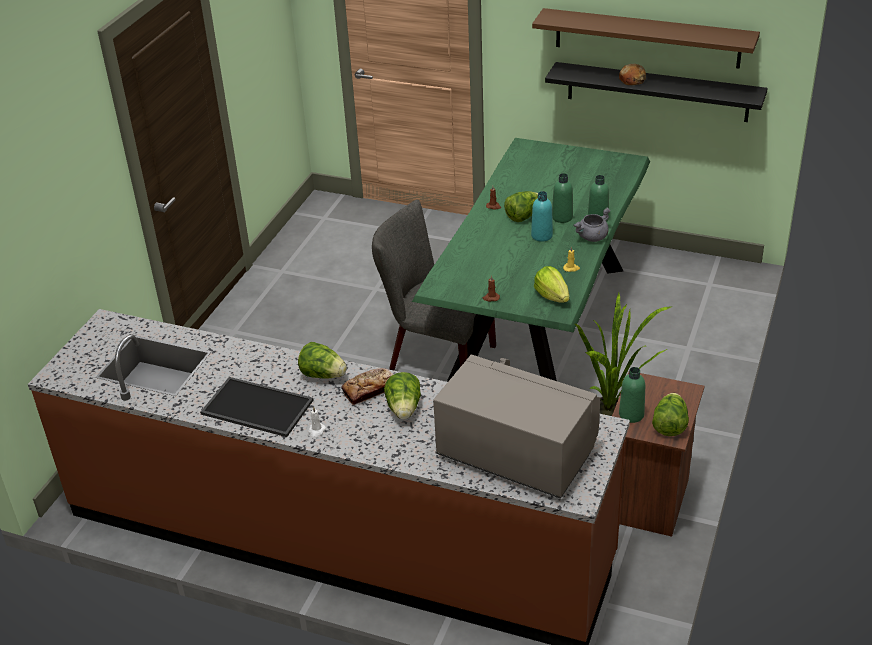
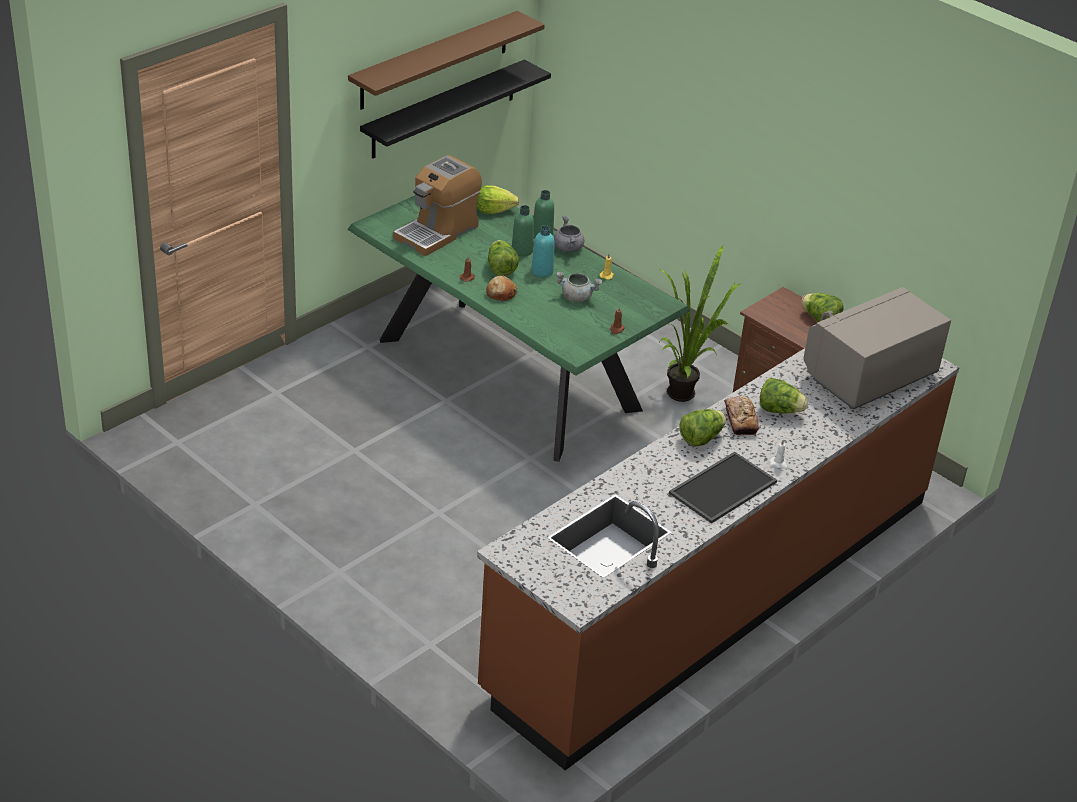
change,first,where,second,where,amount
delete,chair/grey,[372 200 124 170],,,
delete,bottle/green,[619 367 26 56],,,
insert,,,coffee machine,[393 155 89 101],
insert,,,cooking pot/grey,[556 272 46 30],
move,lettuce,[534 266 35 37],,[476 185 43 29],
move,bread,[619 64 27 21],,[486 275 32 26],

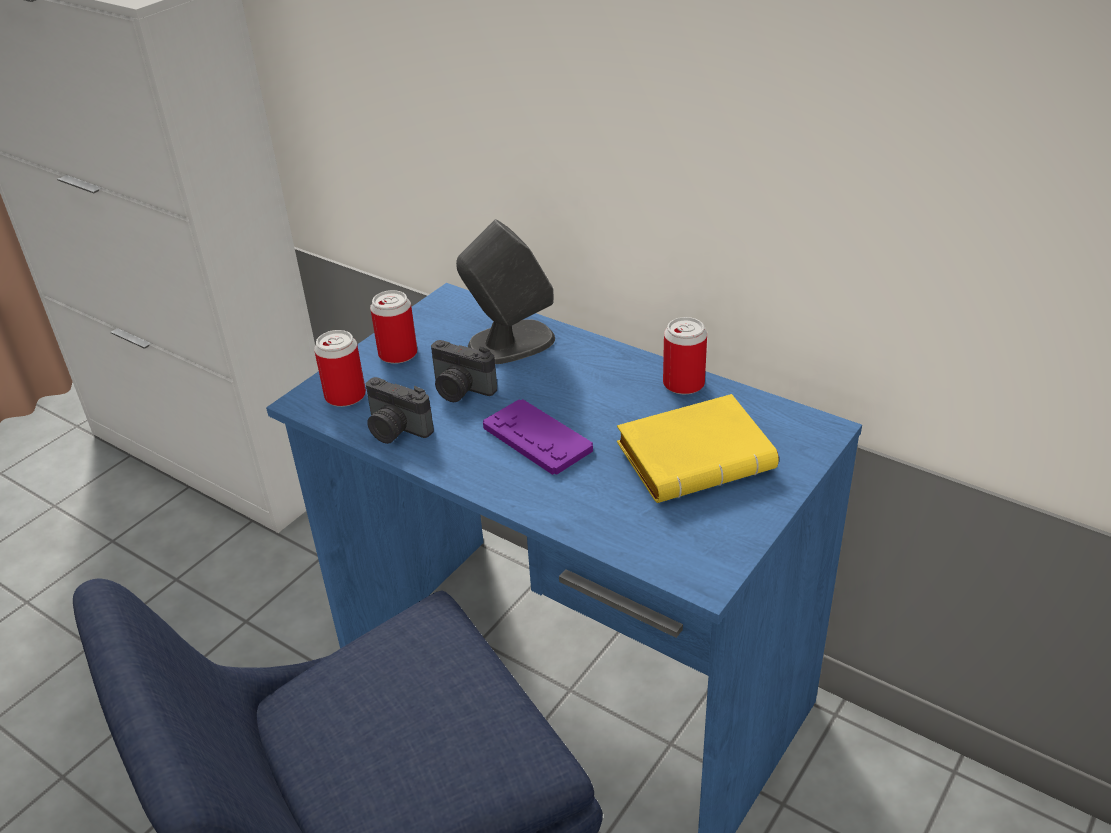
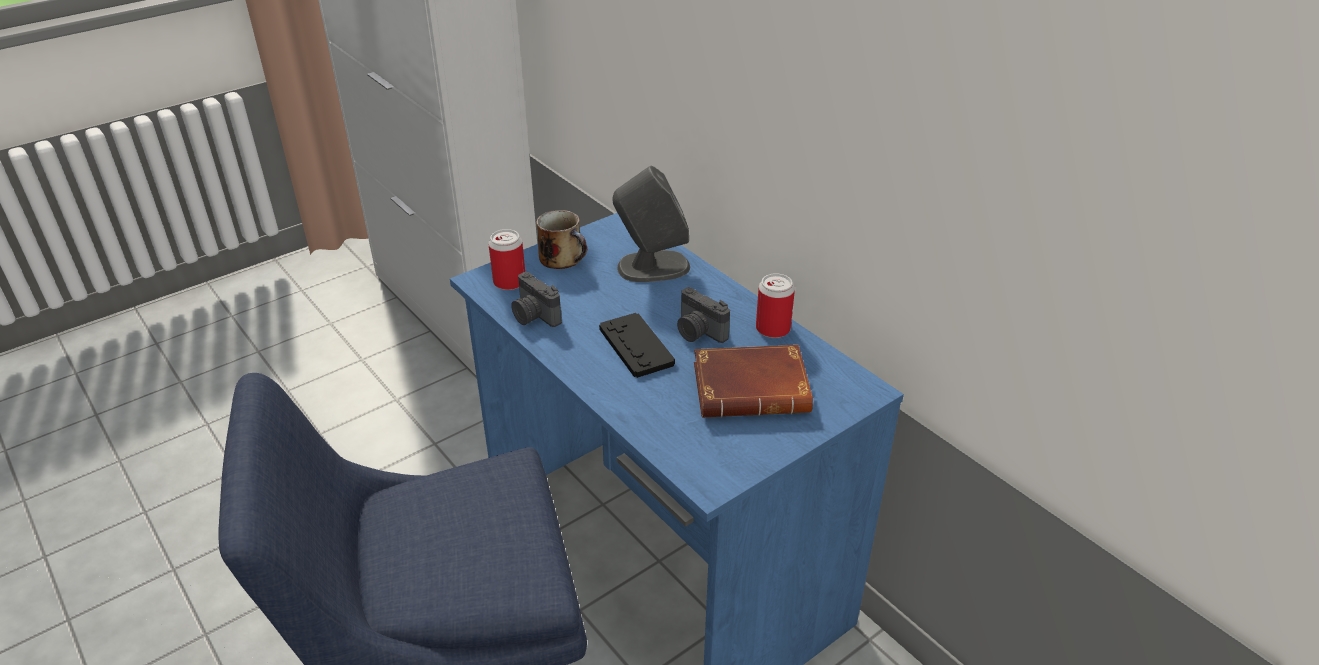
change,first,where,second,where,amount
move,photo camera,[431 340 66 62],,[677 287 53 56],
replace,can,[370 290 47 74],mug,[536 210 51 59],
recolor,game controller/purple,[483 399 110 76],game controller/black,[599 313 76 65],
recolor,book/yellow,[617 394 162 109],book/brown,[694 345 119 73],

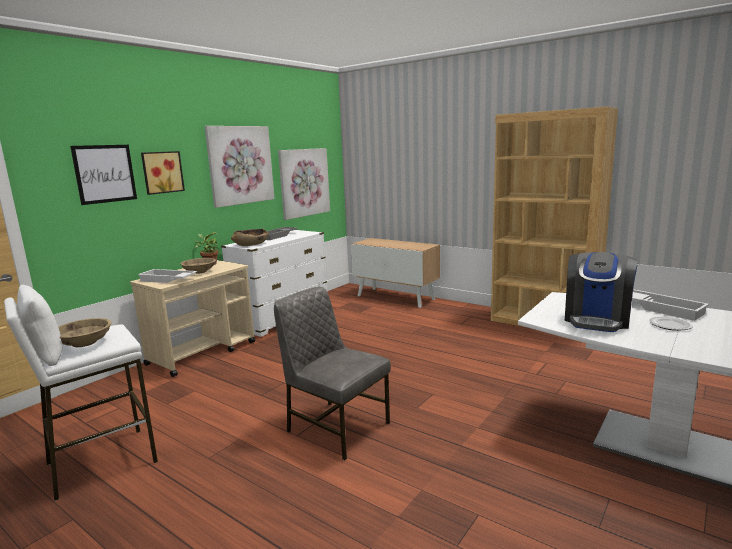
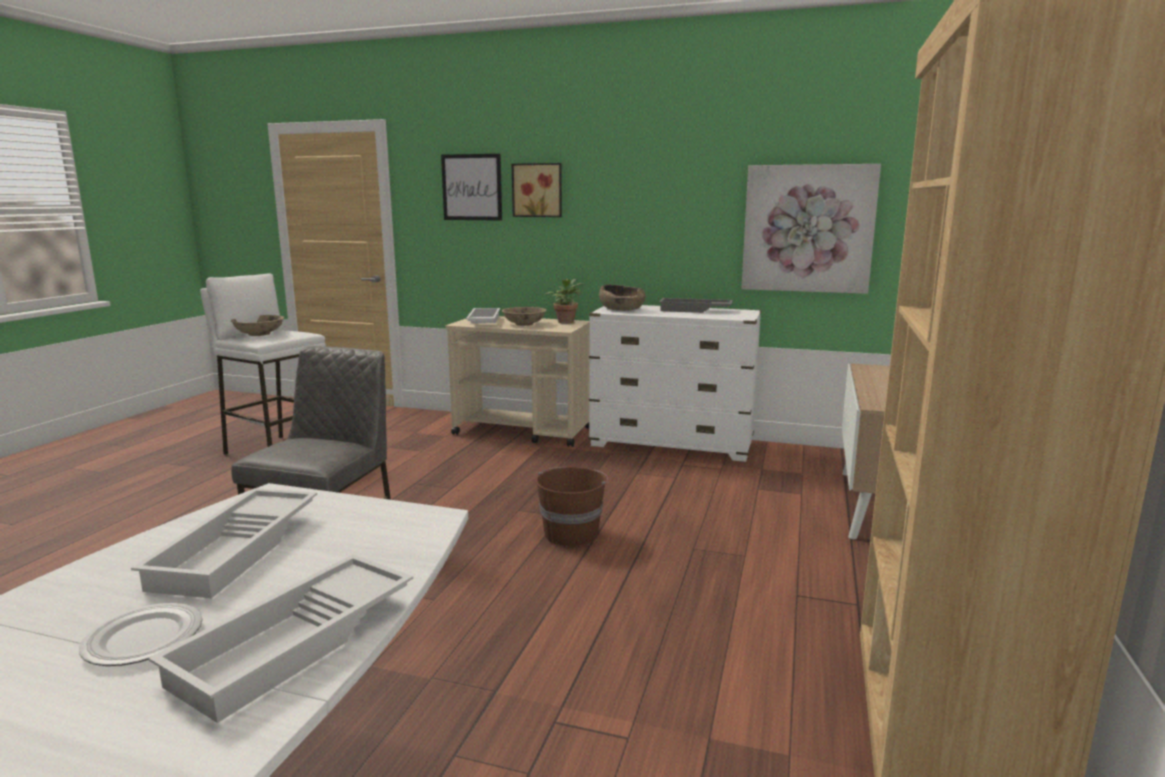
change,first,where,second,where,amount
delete,picture,[204 126 71 82],,,
insert,,,bucket/brown,[536 467 73 80],
replace,coffee machine,[565 252 73 80],tray/white,[131 488 186 110],

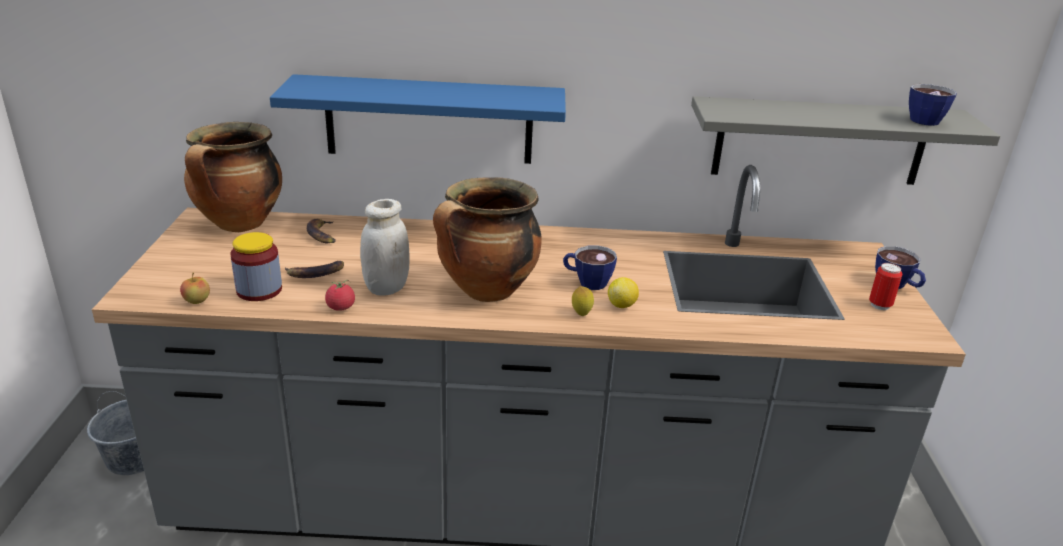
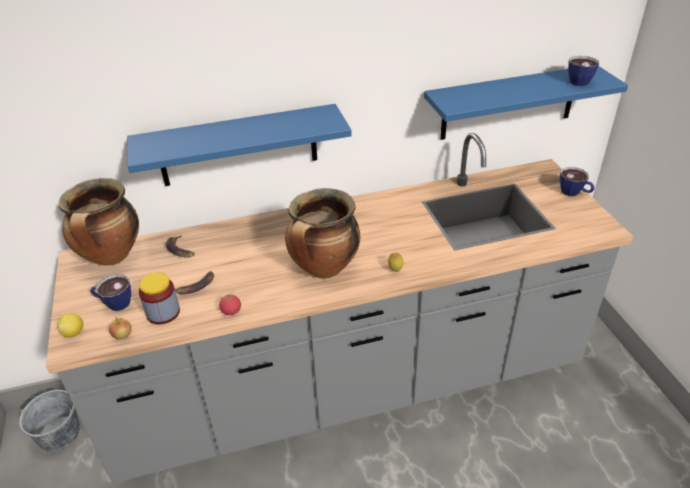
change,first,where,second,where,amount
delete,jar/white,[360 199 49 96],,,
delete,can,[869 263 34 47],,,
move,cup,[563 245 54 45],,[90 274 41 37],
move,lemon,[608 277 31 31],,[57 313 26 25],
recolor,shelf/grey,[691 96 309 89],shelf/blue,[424 66 204 74],

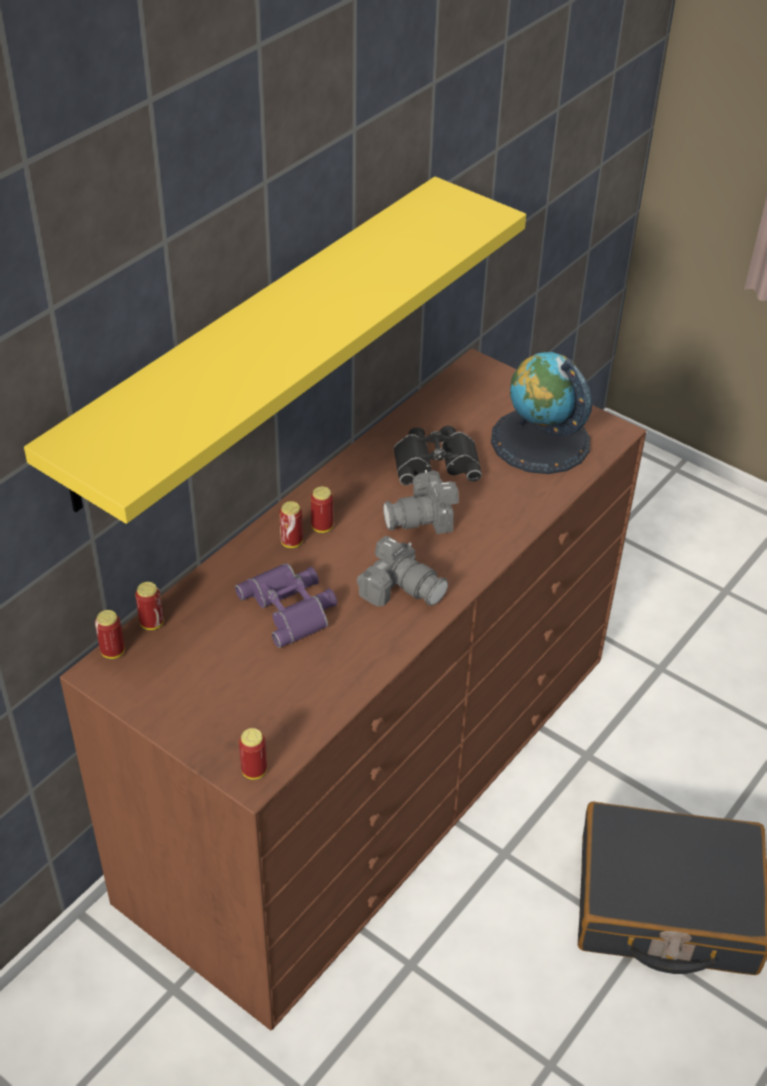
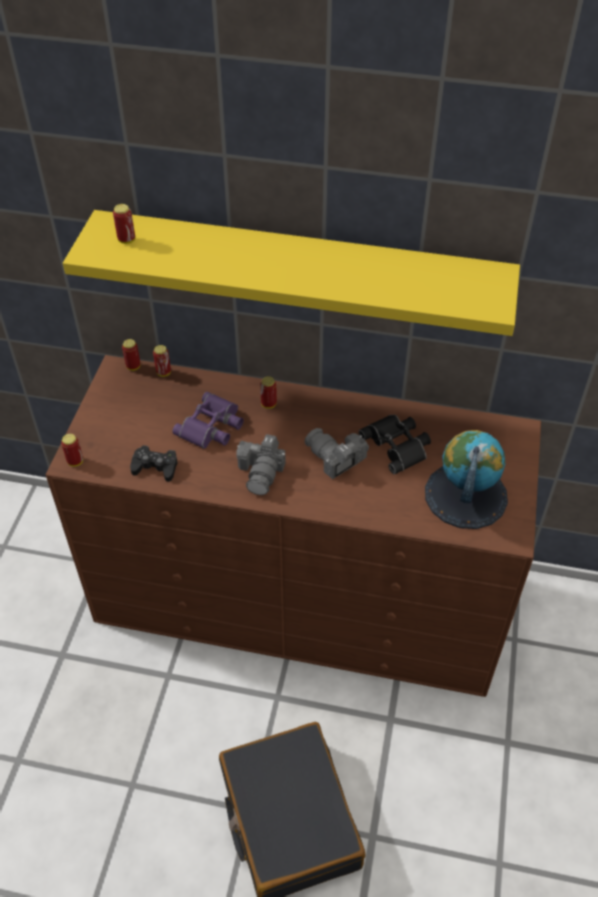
change,first,where,second,where,amount
insert,,,game controller/black,[130 445 48 37],
move,can,[311 486 22 47],,[113 204 22 40],

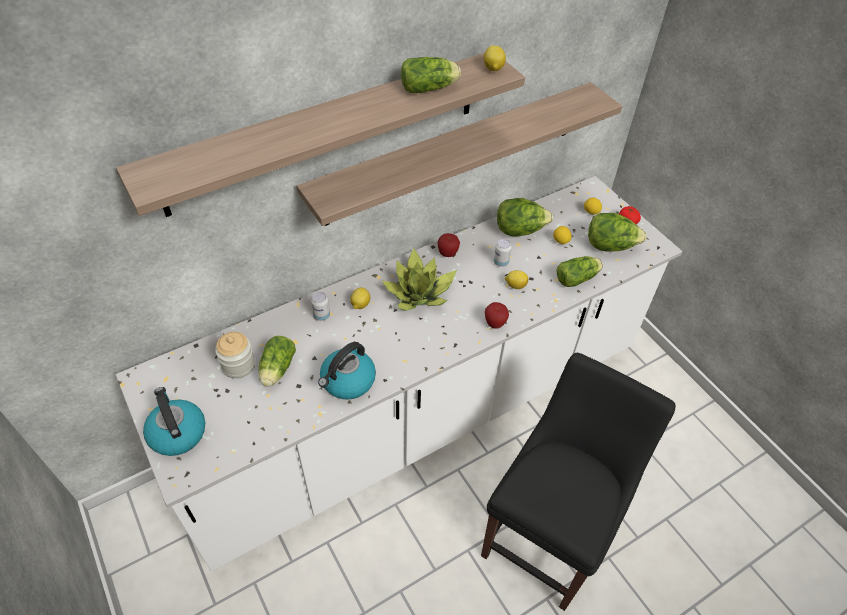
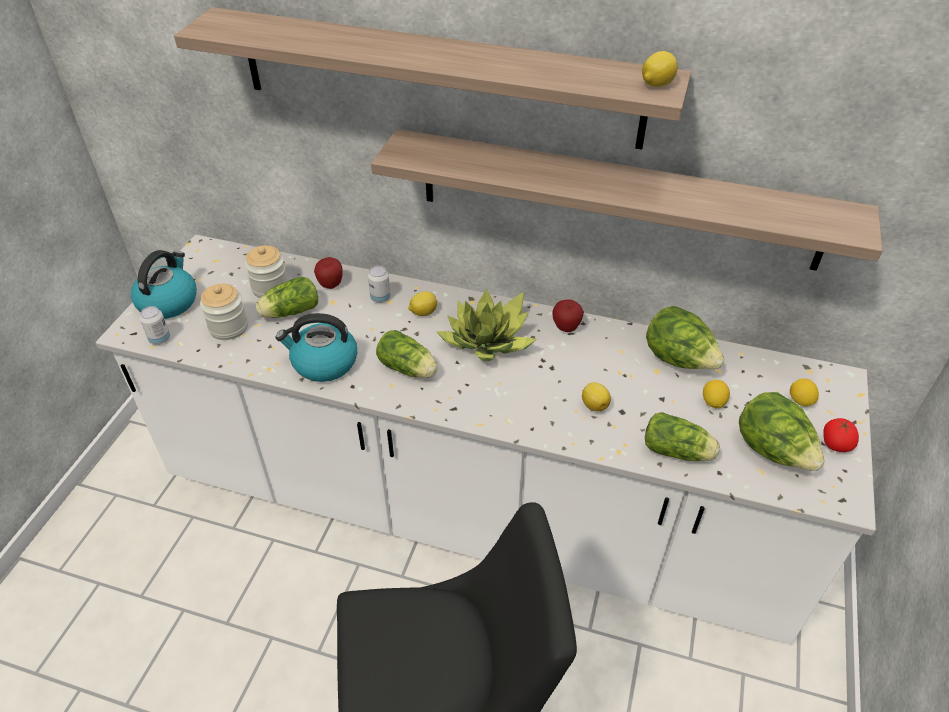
change,first,where,second,where,amount
insert,,,jar,[200 284 48 56],
move,lettuce,[401 57 60 36],,[376 330 62 48],
move,apple,[485 302 24 27],,[314 257 29 32],
move,can,[494 239 18 28],,[140 306 30 39],

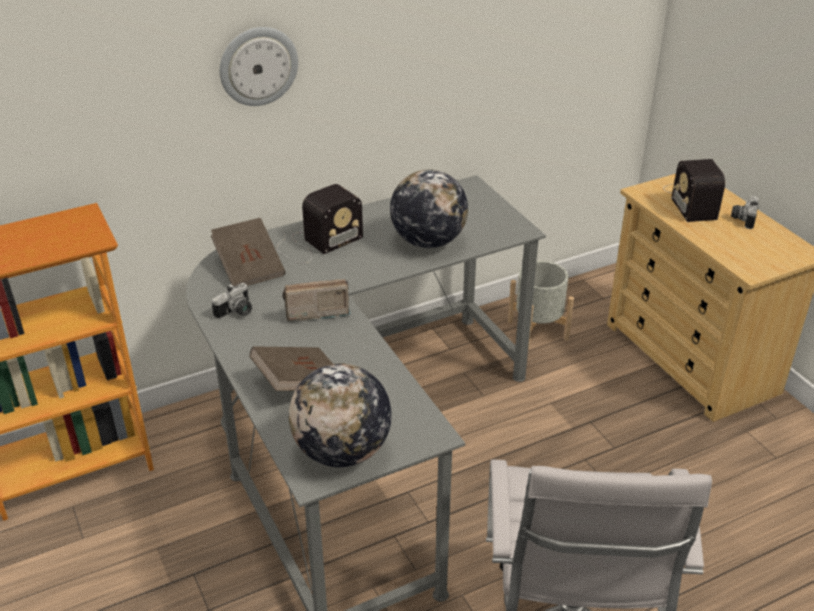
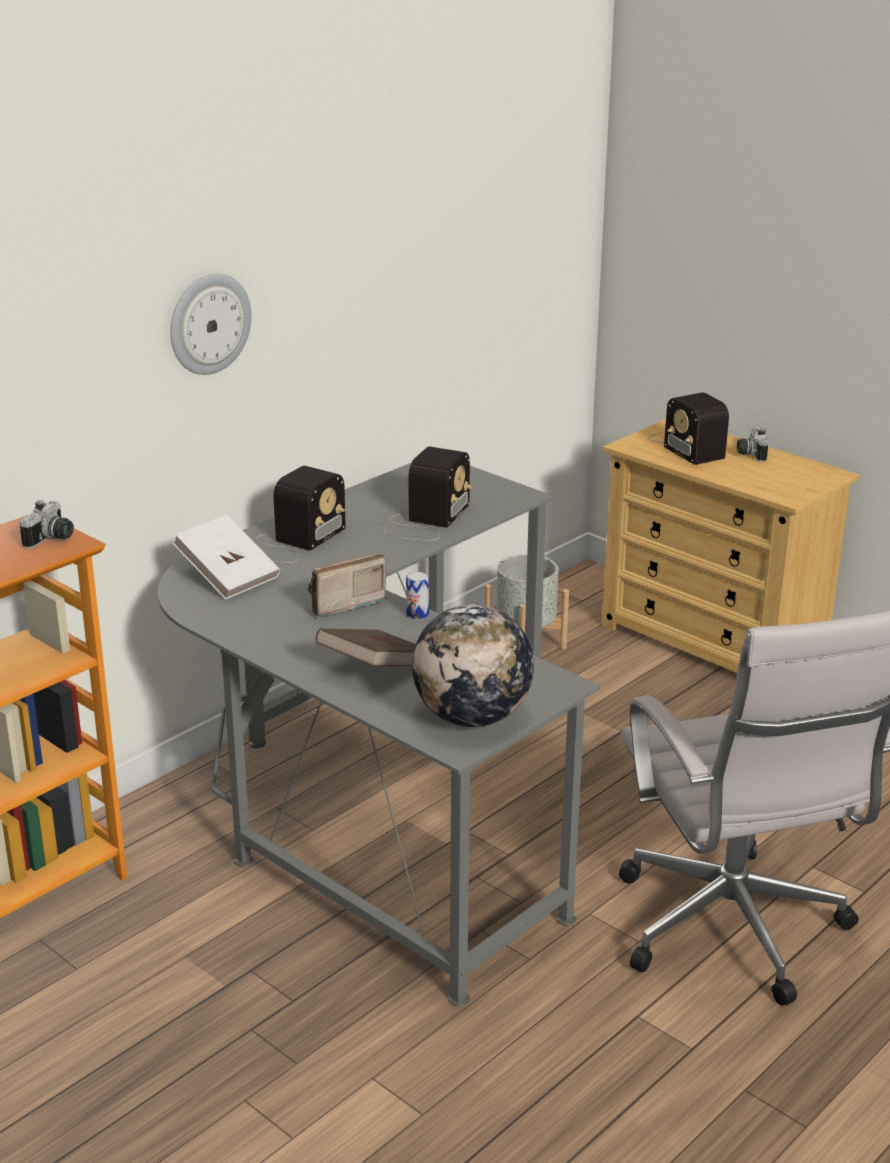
change,first,where,second,where,amount
insert,,,can,[406 572 23 48],
move,photo camera,[212 283 40 36],,[20 500 54 49],
replace,globe,[390 169 78 79],radio,[374 446 98 95],
recolor,book/brown,[211 218 75 69],book/white,[173 515 107 85],

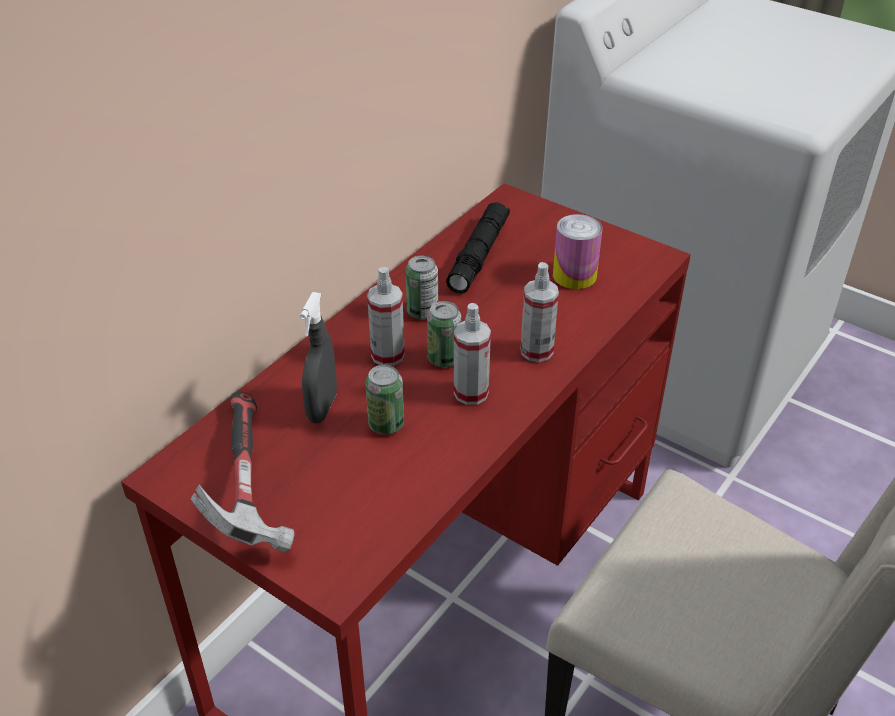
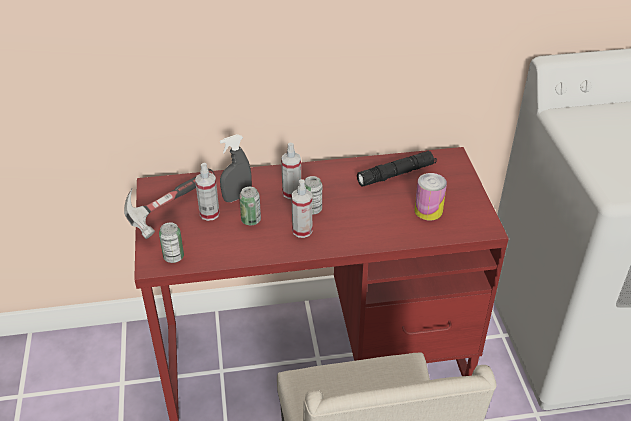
change,first,where,second,where,amount
move,can,[405 256 33 63],,[159 222 25 41],
move,spray bottle,[521 262 38 100],,[195 163 25 58],

